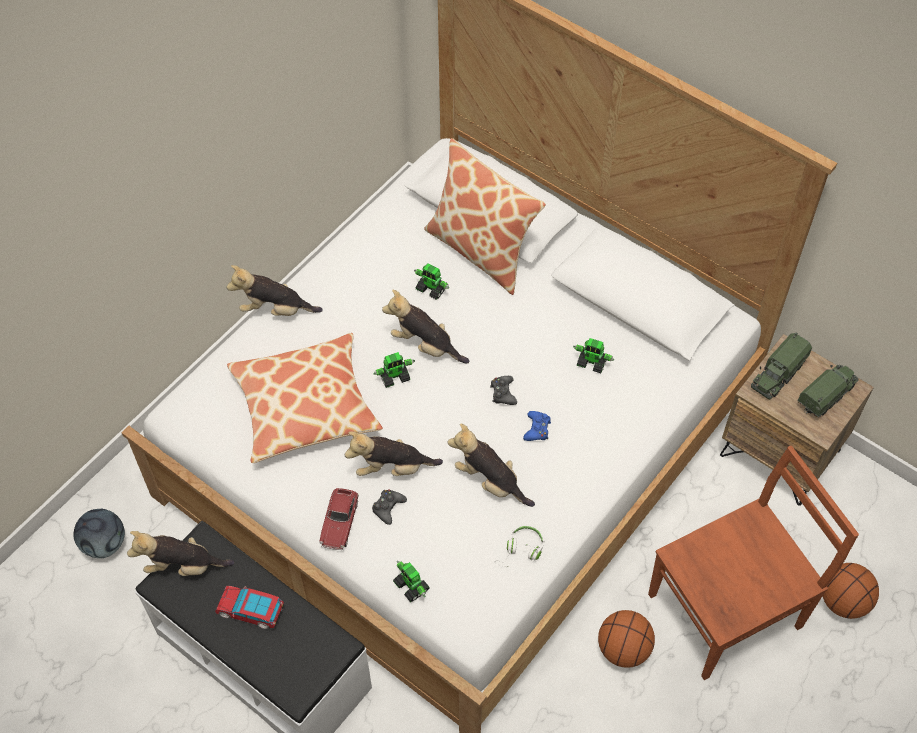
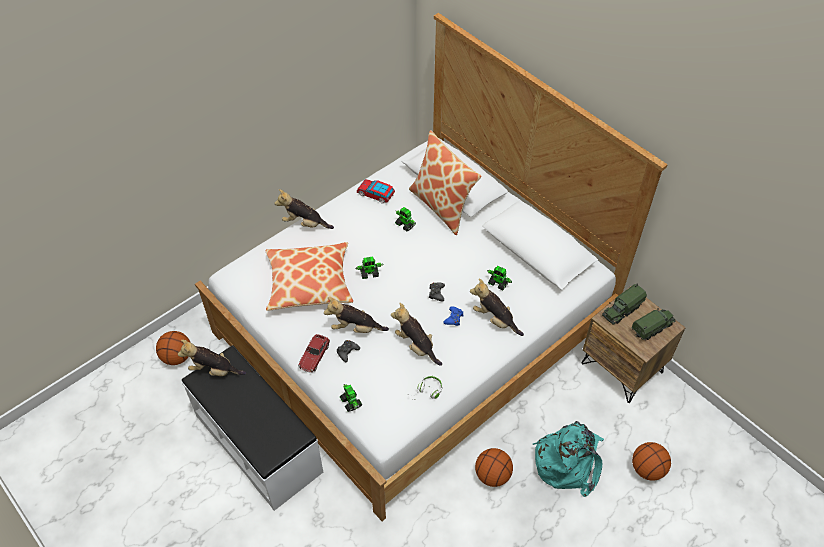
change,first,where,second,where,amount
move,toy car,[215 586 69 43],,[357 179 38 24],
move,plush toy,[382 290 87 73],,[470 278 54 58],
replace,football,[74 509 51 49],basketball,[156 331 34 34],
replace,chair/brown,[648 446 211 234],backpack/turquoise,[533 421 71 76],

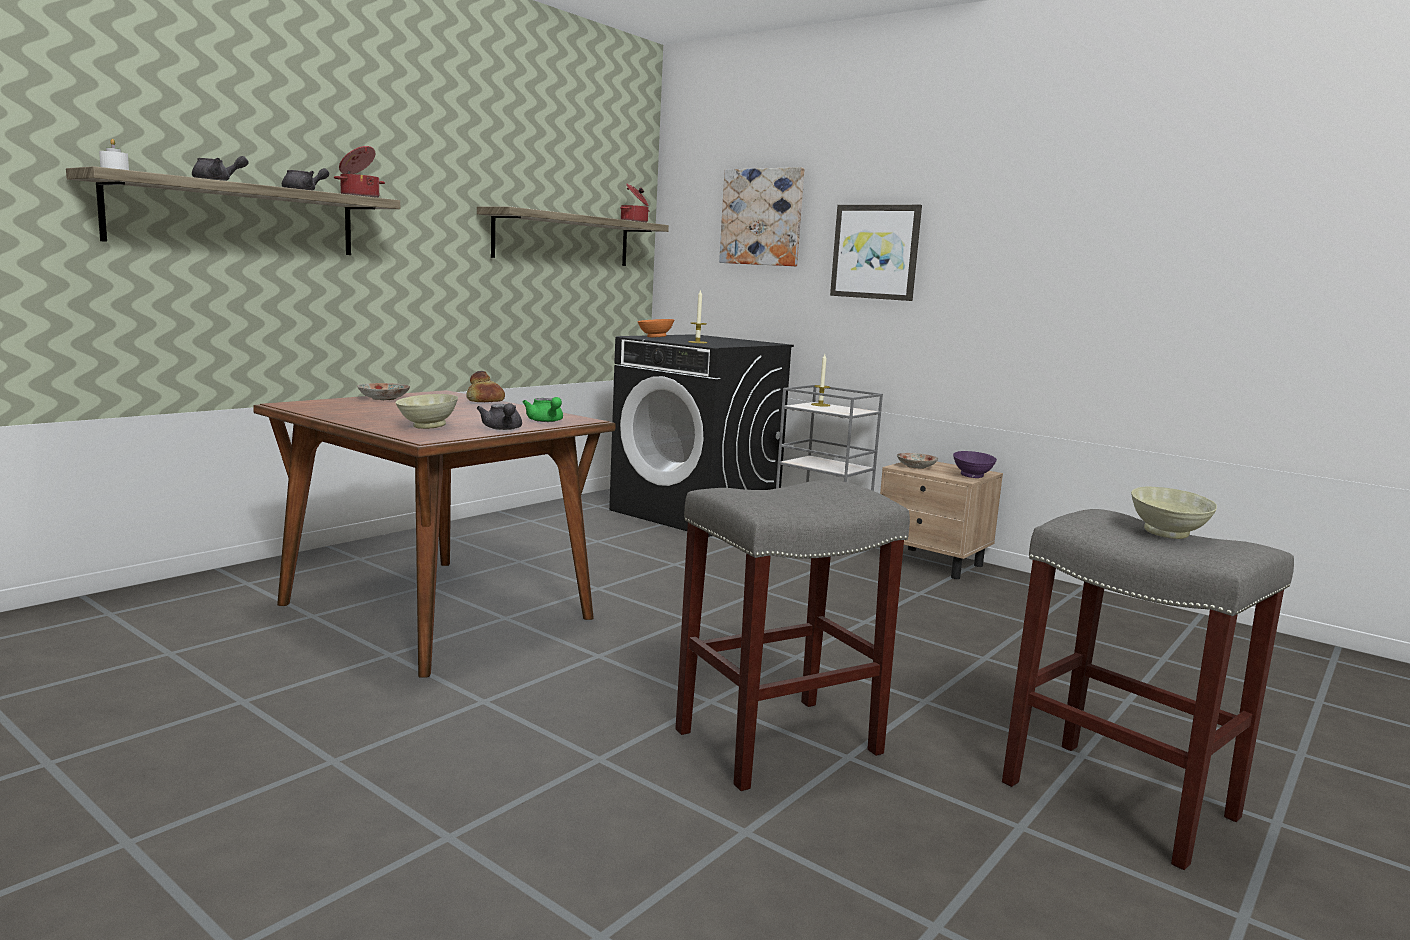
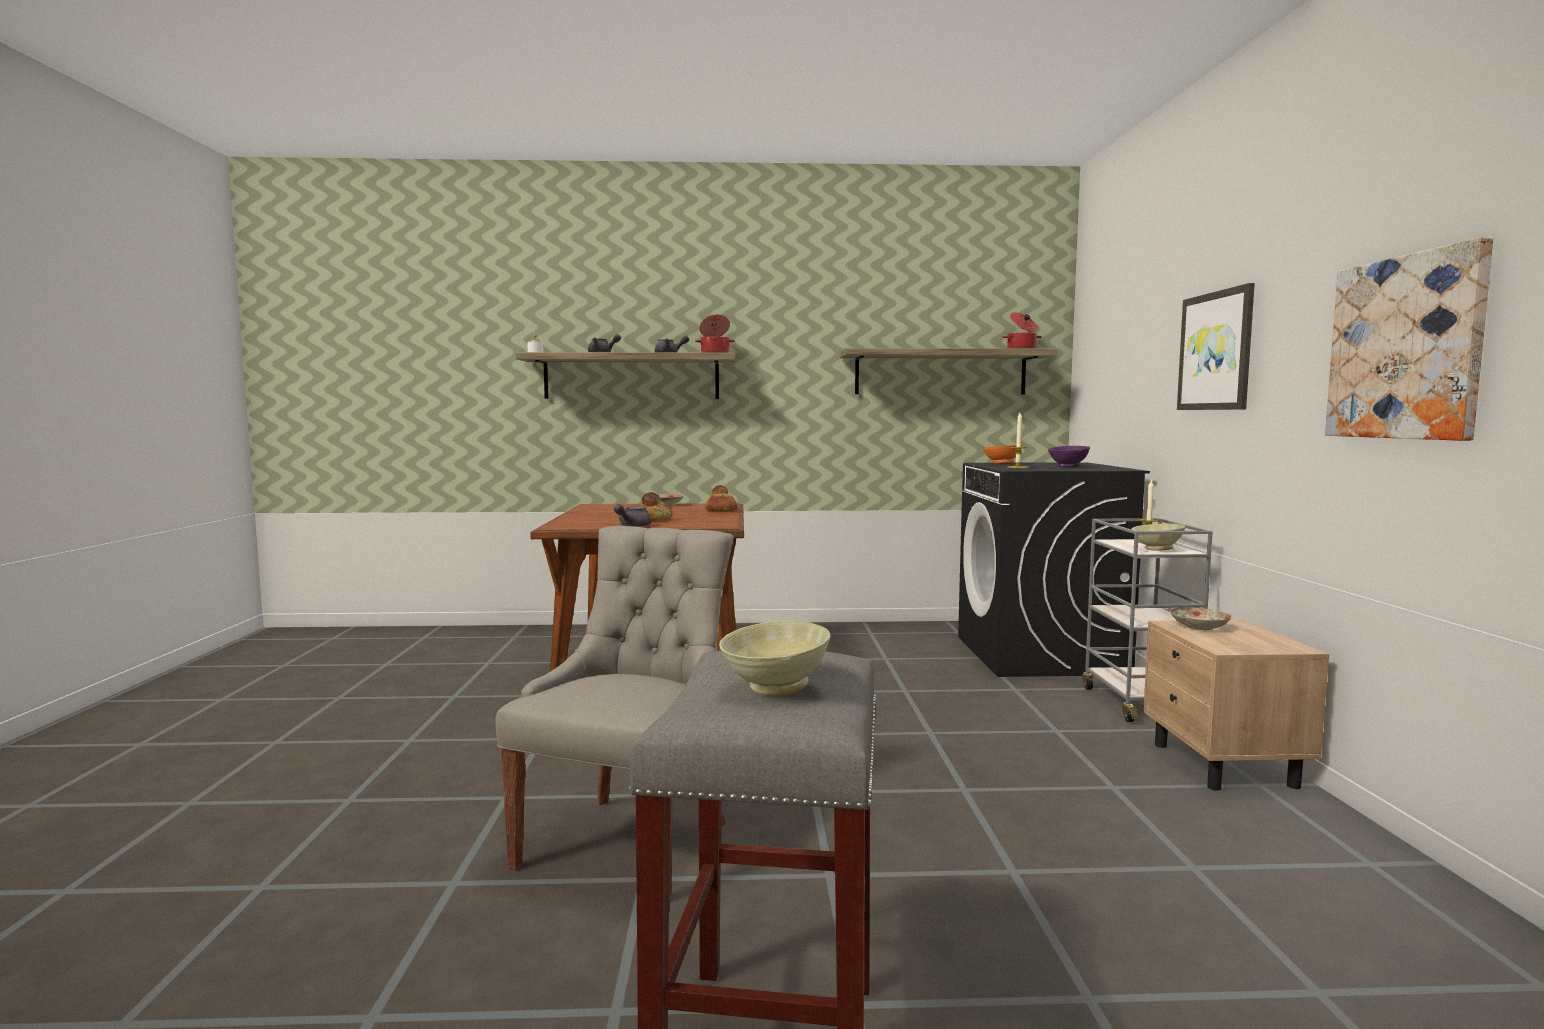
change,first,where,second,where,amount
delete,teapot/green,[523 397 40 25],,,
insert,,,bread,[639 492 34 29],
move,bowl/beige,[395 394 63 35],,[1132 524 54 27],
move,picture,[719 167 86 99],,[1325 237 168 204],
move,bowl/purple,[953 451 44 27],,[1048 446 42 21],
replace,stool/grey,[675 480 235 311],chair/grey,[495 526 238 373],

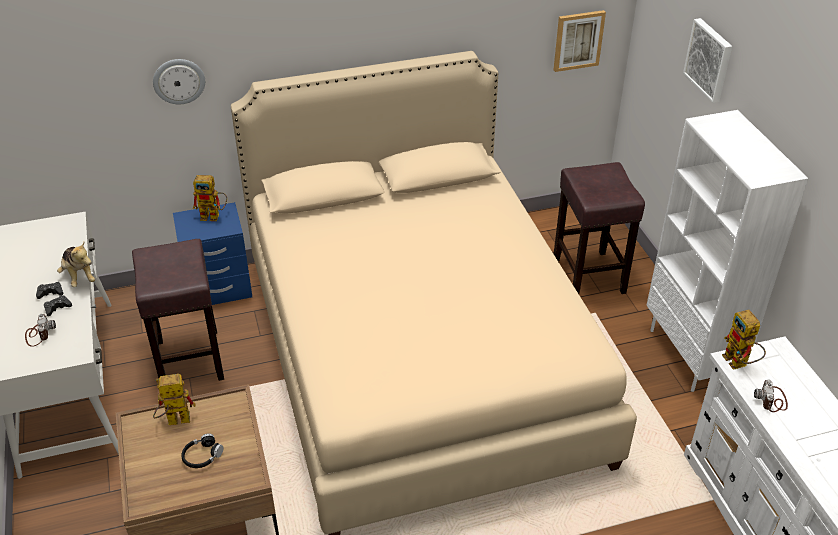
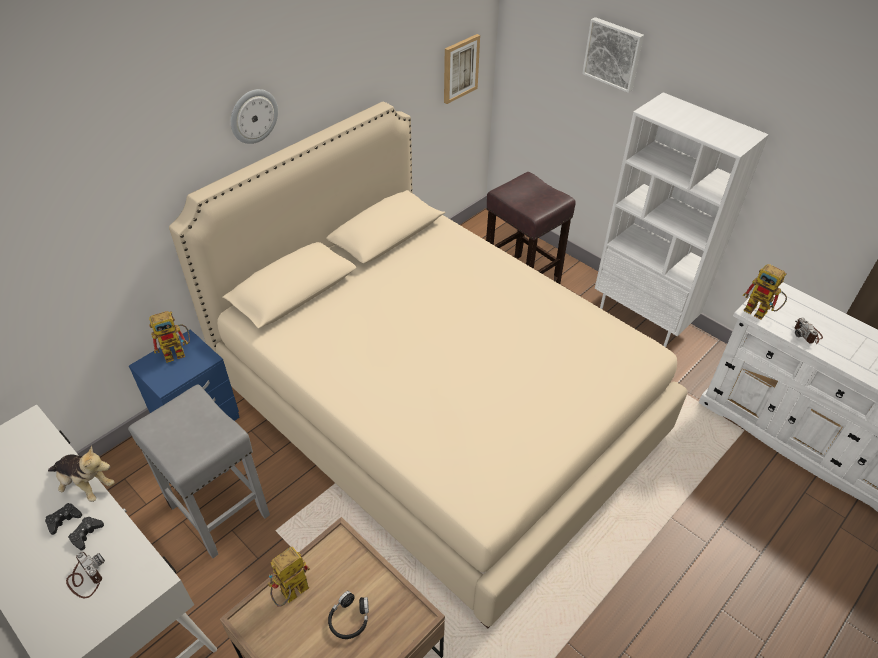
change,first,where,second,where,amount
move,wall clock,[153 59 52 45],,[231 89 47 55],
recolor,stool/brown,[132 239 92 142],stool/grey,[128 385 142 173],

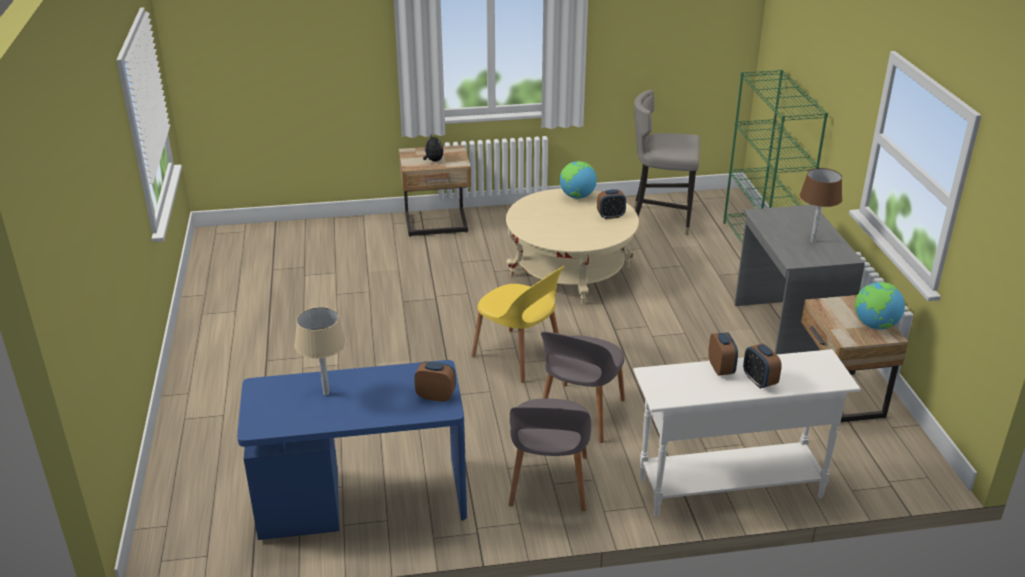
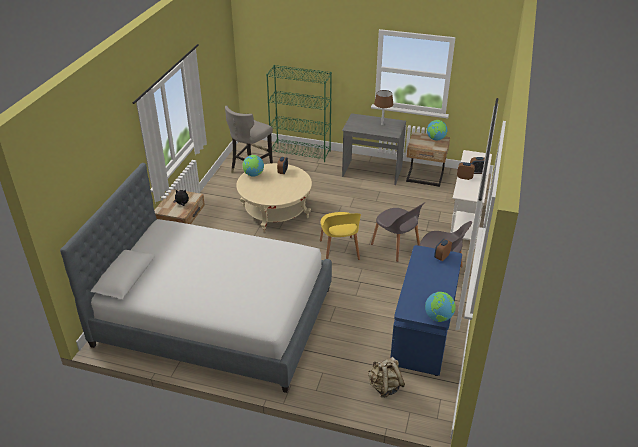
change,first,where,second,where,amount
delete,table lamp/beige,[295 307 51 89],,,
insert,,,bed,[60 163 272 230],
insert,,,backpack/beige,[368 357 37 40],
insert,,,globe,[425 292 31 30],
rotate,chair/yellow,[471 266 94 117],,[320 212 41 48],105 degrees clockwise

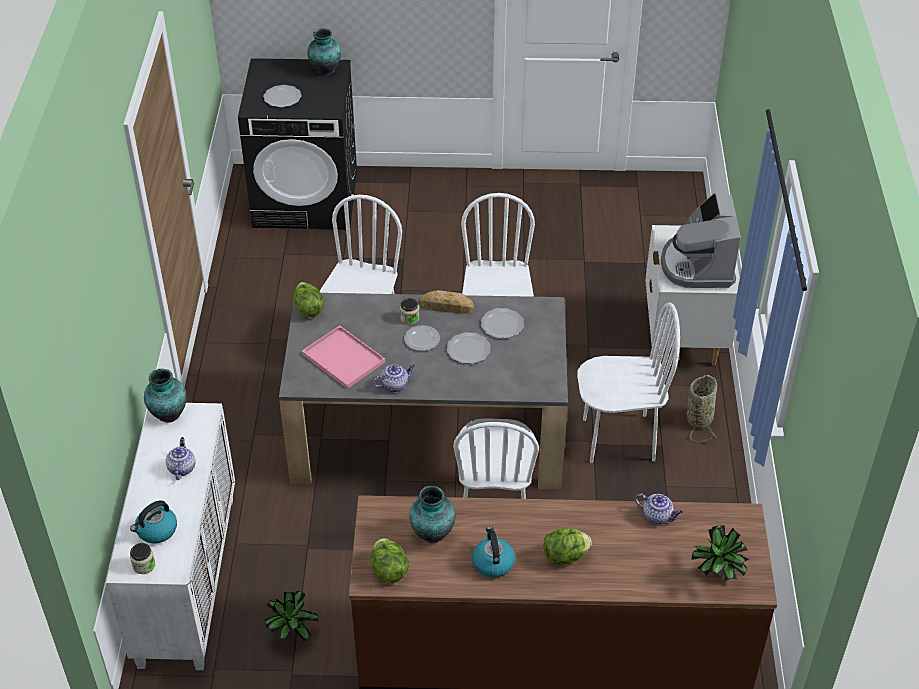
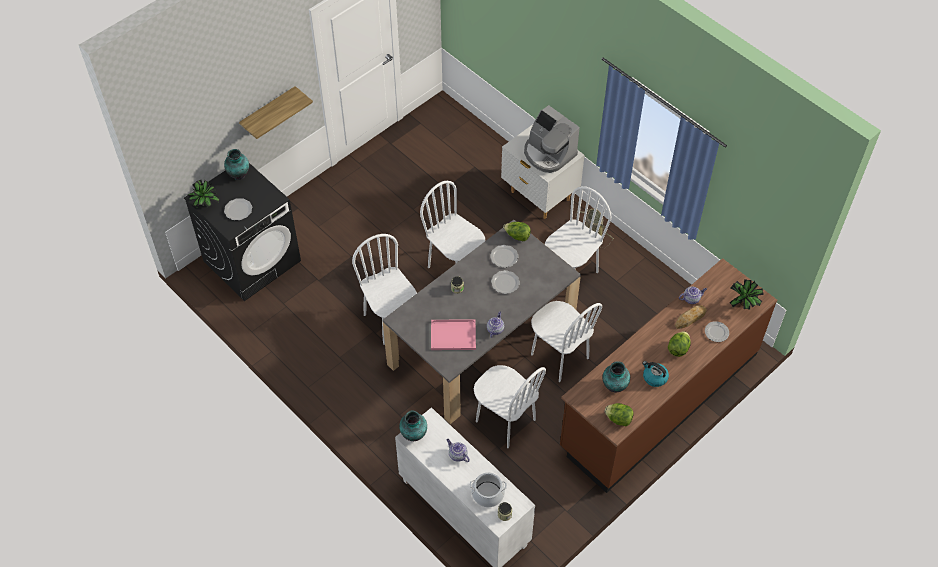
change,first,where,second,where,amount
insert,,,shelf,[239 86 74 53],
insert,,,chair/white,[474 365 72 83],
move,potted plant,[265 591 53 51],,[188 180 31 28],
move,lettuce,[294 282 30 36],,[503 222 28 20],
move,plate,[404 325 36 26],,[705 321 24 21],
move,bread,[419 290 55 24],,[675 305 32 24],
replace,kettle,[130 501 47 43],cooking pot,[470 472 37 35],

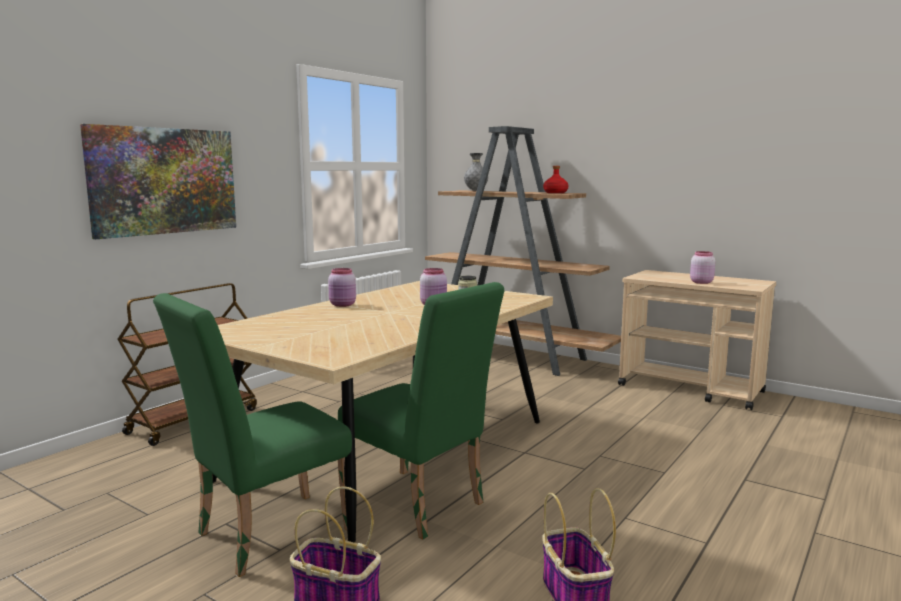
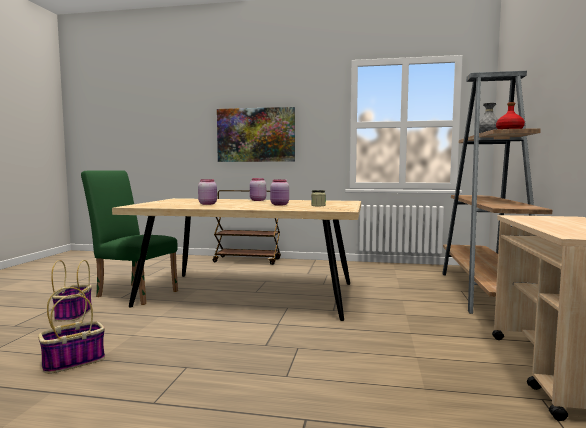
change,first,where,second,where,amount
delete,chair/green,[338 282 167 257],,,
move,jar/pink,[690 251 25 33],,[198 179 19 26],

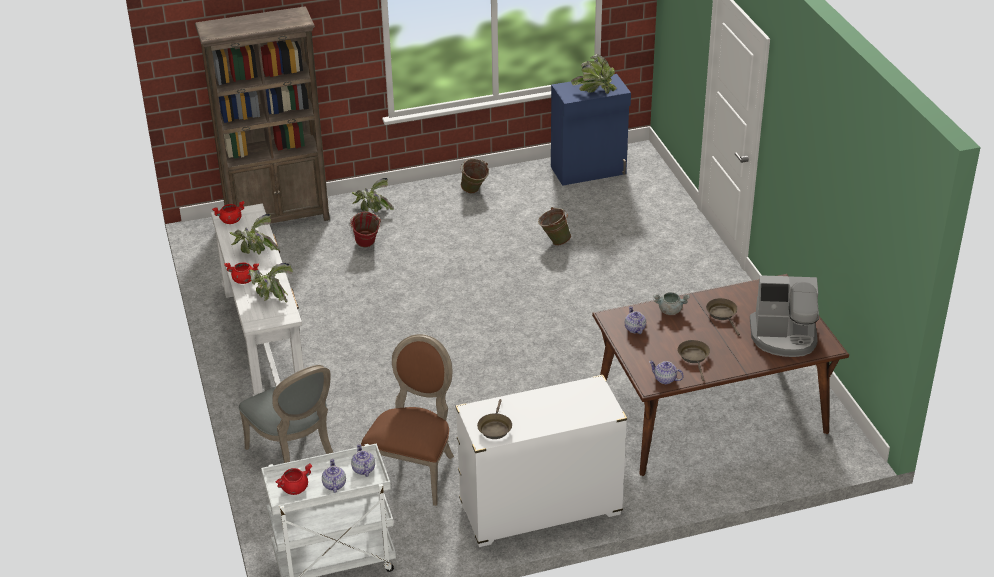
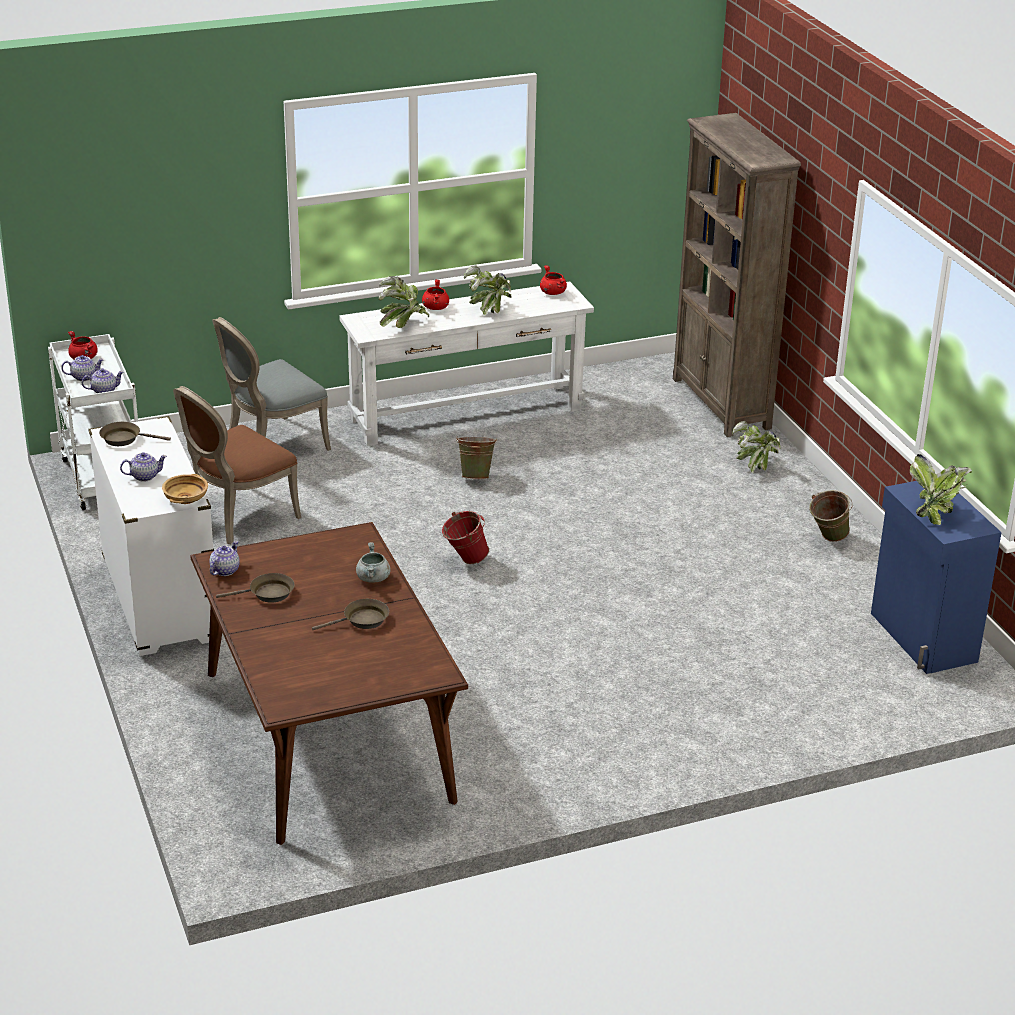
change,first,where,second,where,amount
delete,coffee machine,[750 275 69 82],,,
insert,,,bowl/beige,[162 474 46 30],
move,bucket/red,[350 212 31 35],,[442 511 47 53],
move,bucket/green,[538 207 33 39],,[456 437 41 42],
move,teapot,[625 306 21 28],,[120 452 47 30],
rotate,chair/brown,[361 334 93 172],,[173 386 128 158],120 degrees clockwise

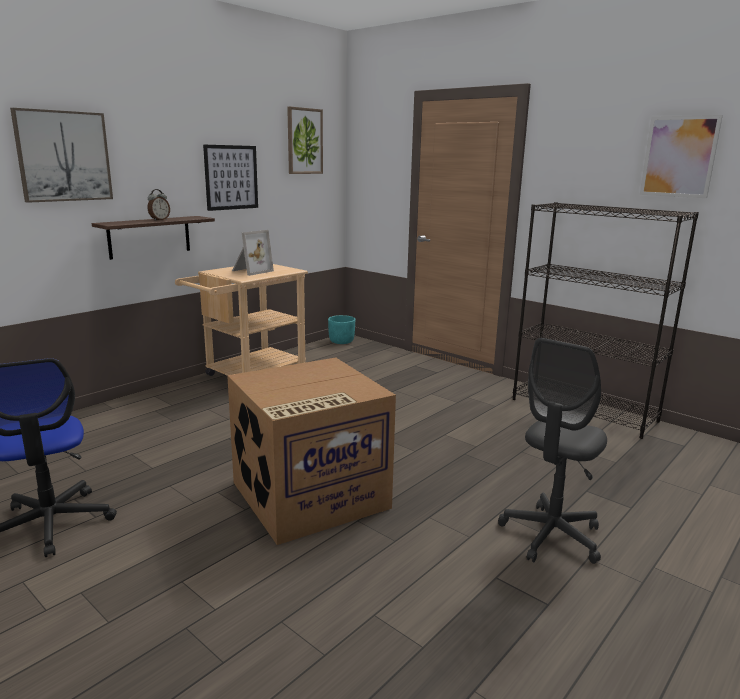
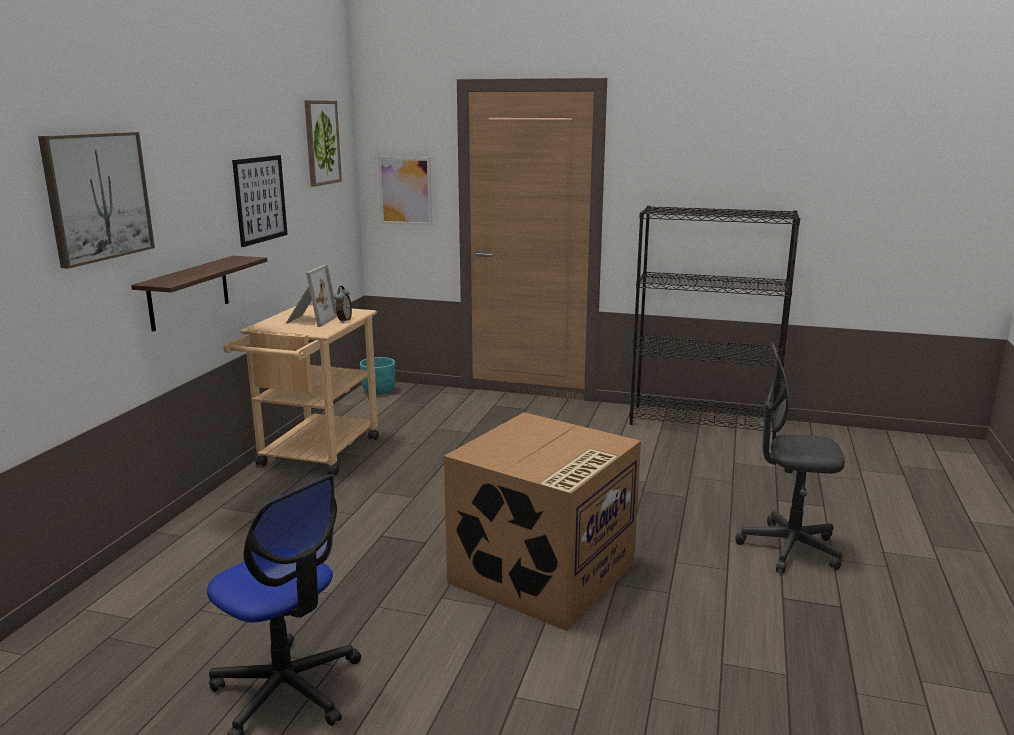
change,first,where,second,where,amount
move,alarm clock,[147 189 23 32],,[334 286 18 37],
move,picture,[640 115 83 83],,[378 157 54 69],
rotate,office chair/grey,[498 338 109 226],,[735 342 110 231],90 degrees clockwise

